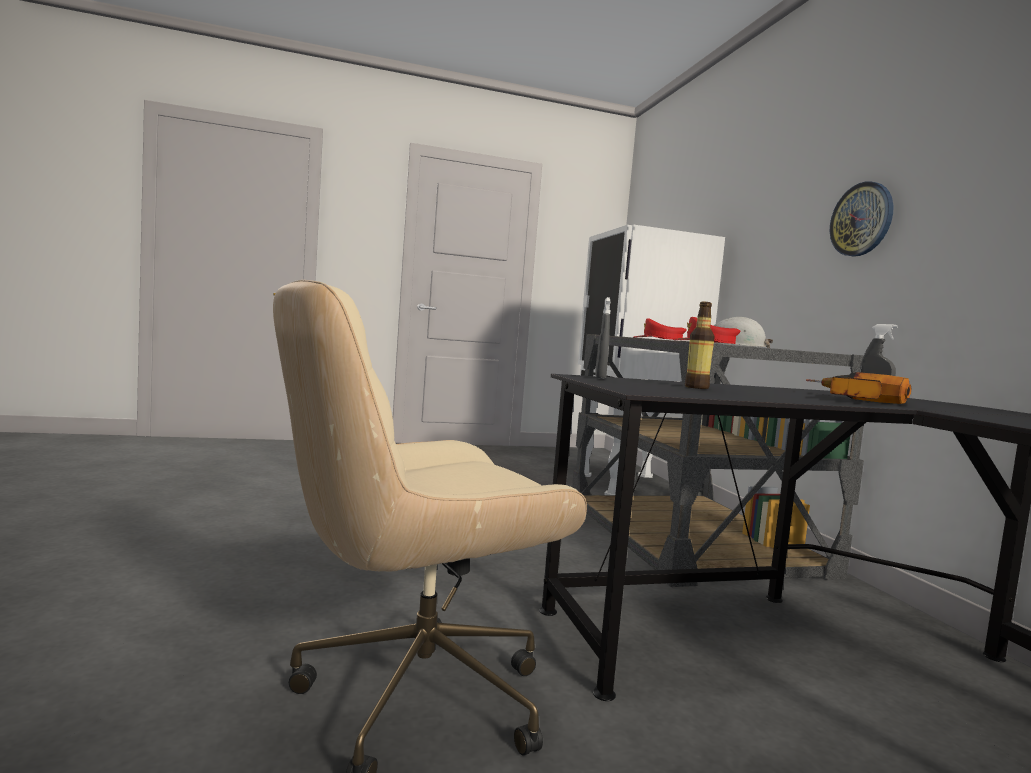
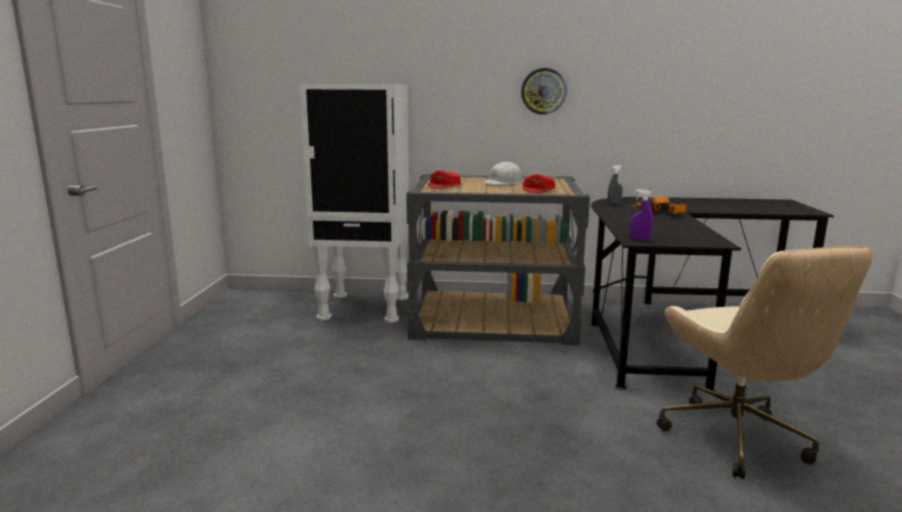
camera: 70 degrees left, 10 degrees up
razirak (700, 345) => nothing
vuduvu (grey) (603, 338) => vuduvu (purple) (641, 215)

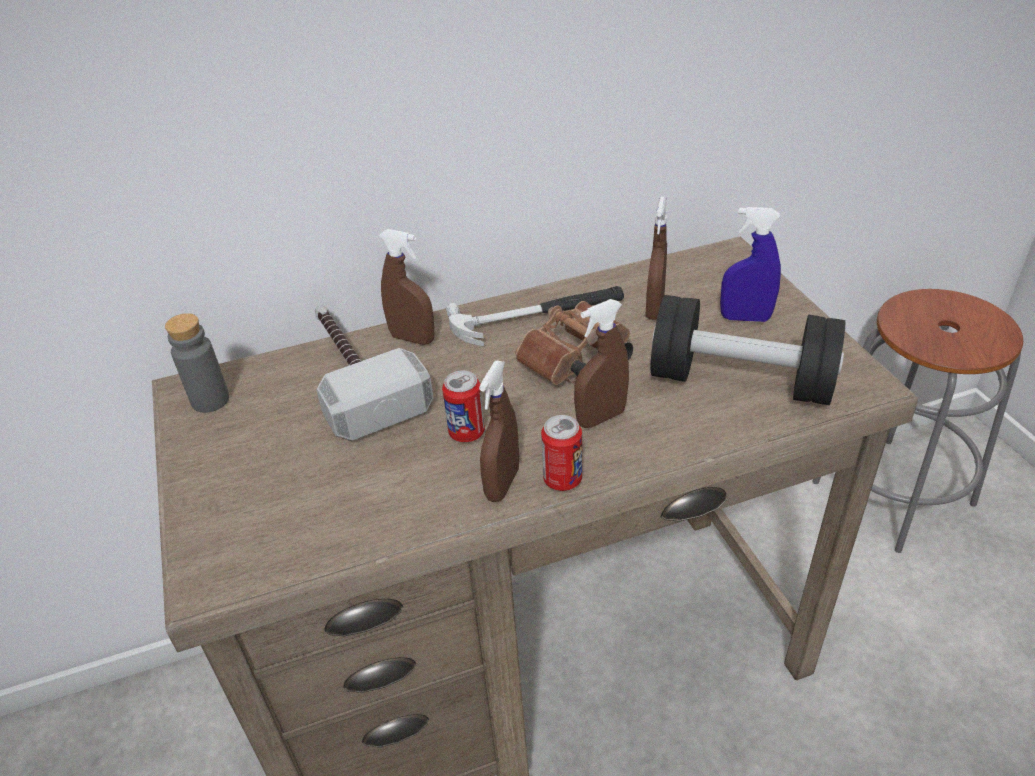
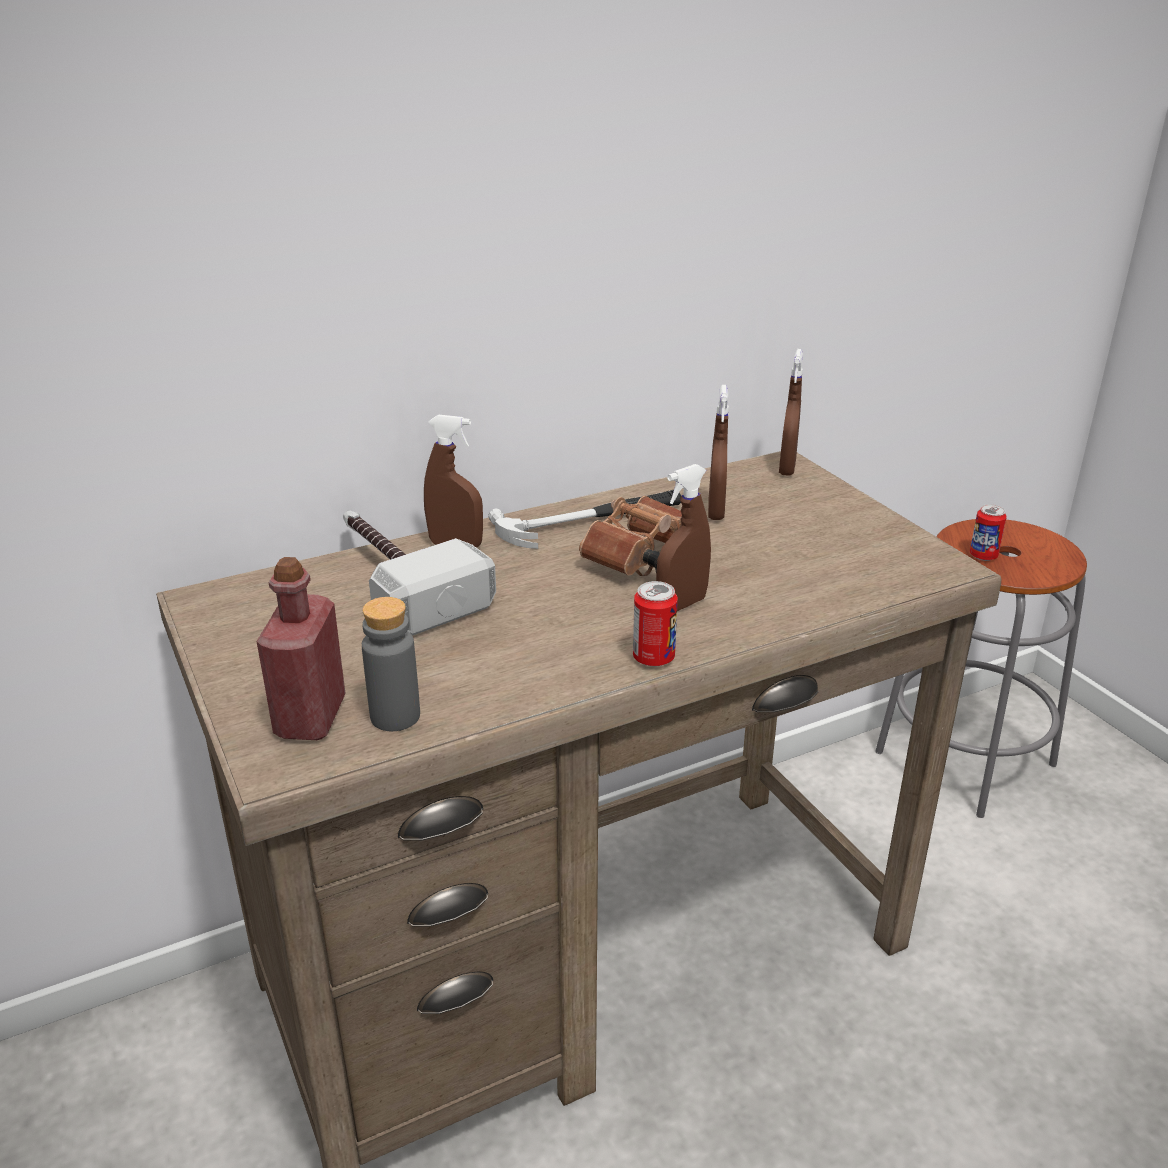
camera: 10 degrees left, 10 degrees down
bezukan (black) (748, 350) => nothing
vuduvu (blue) (750, 264) => nothing
nothing => razirak (red) (301, 648)
razirak (grey) (197, 363) => razirak (grey) (391, 664), moved
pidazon (463, 406) => pidazon (988, 532), moved
vuduvu (brown) (499, 431) => vuduvu (brown) (791, 412), moved

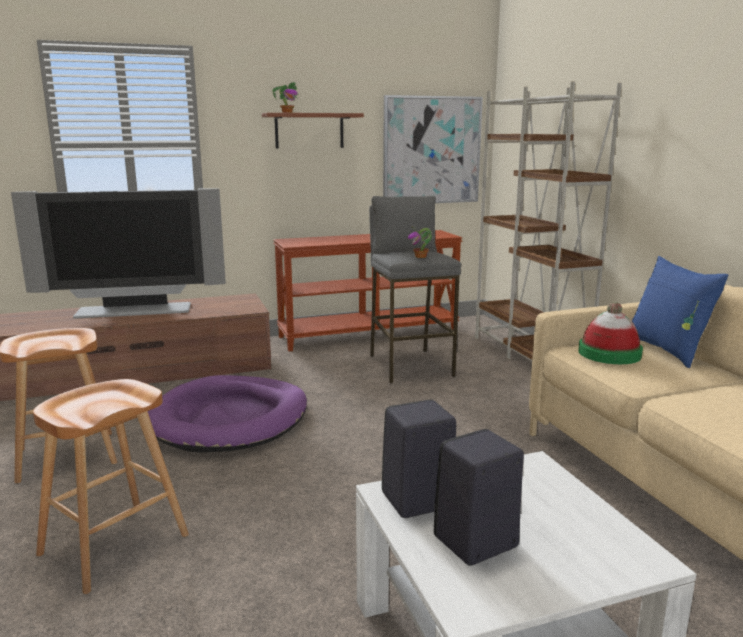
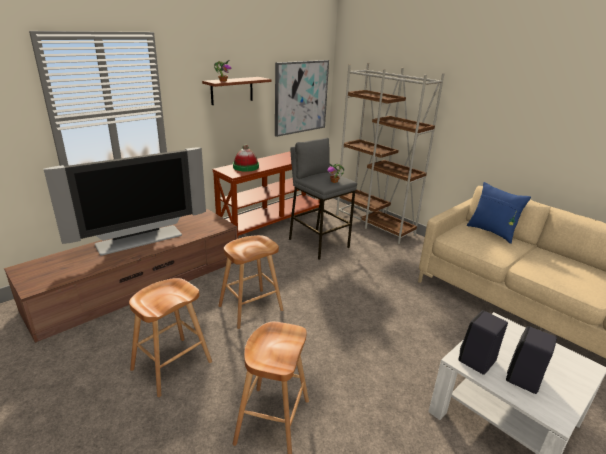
camera: 25 degrees left, 10 degrees up
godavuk (610, 333) => godavuk (246, 158), moved
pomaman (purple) (227, 414) => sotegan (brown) (250, 282)

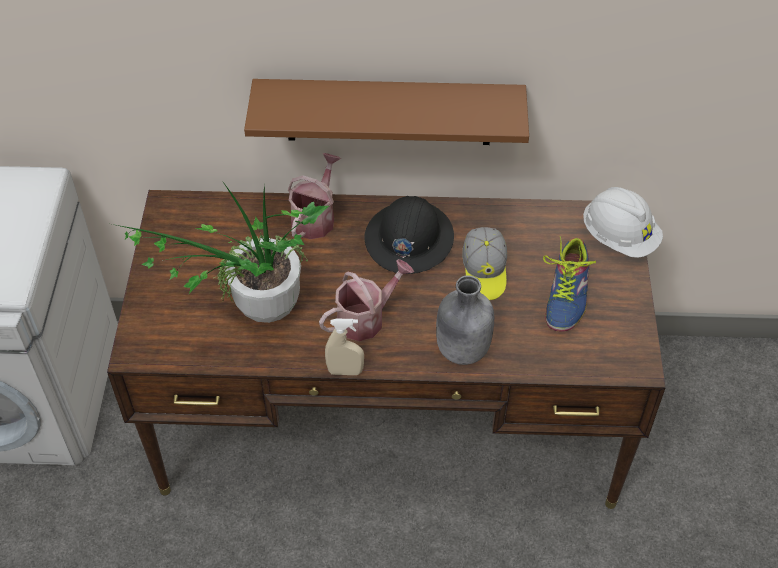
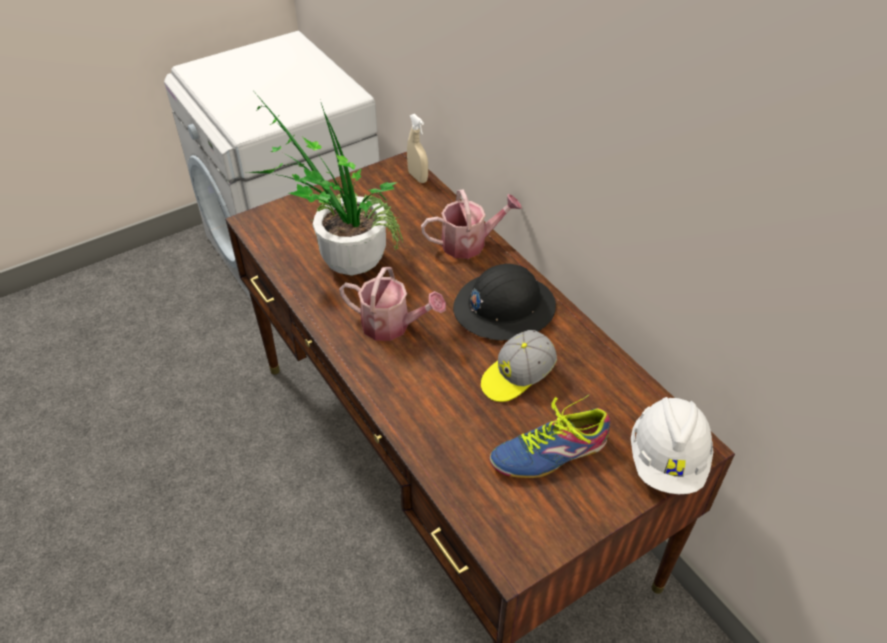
camera: 55 degrees right, 5 degrees down
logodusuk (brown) (386, 112) => nothing
razirak (grey) (465, 320) => nothing
vuduvu (beige) (344, 347) => vuduvu (beige) (417, 148), moved

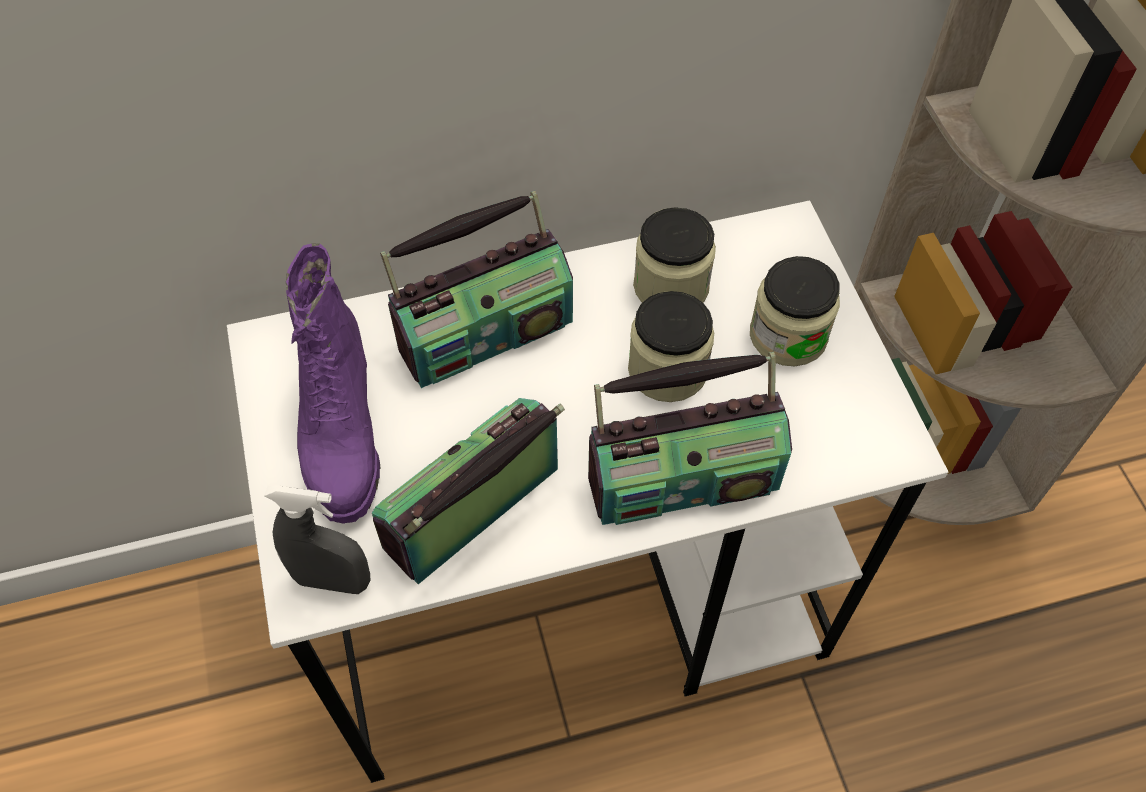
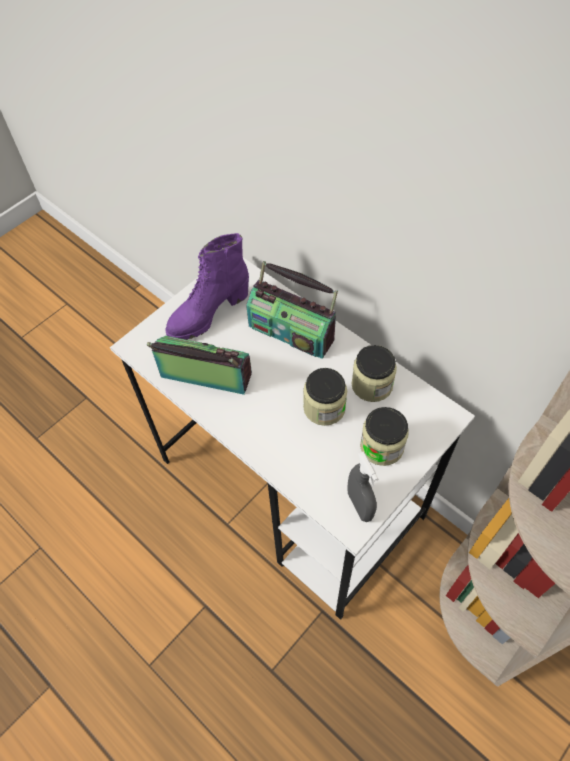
camera: 60 degrees right, 0 degrees up
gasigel (690, 438) => nothing
vuduvu (grey) (317, 539) => vuduvu (grey) (362, 487), moved

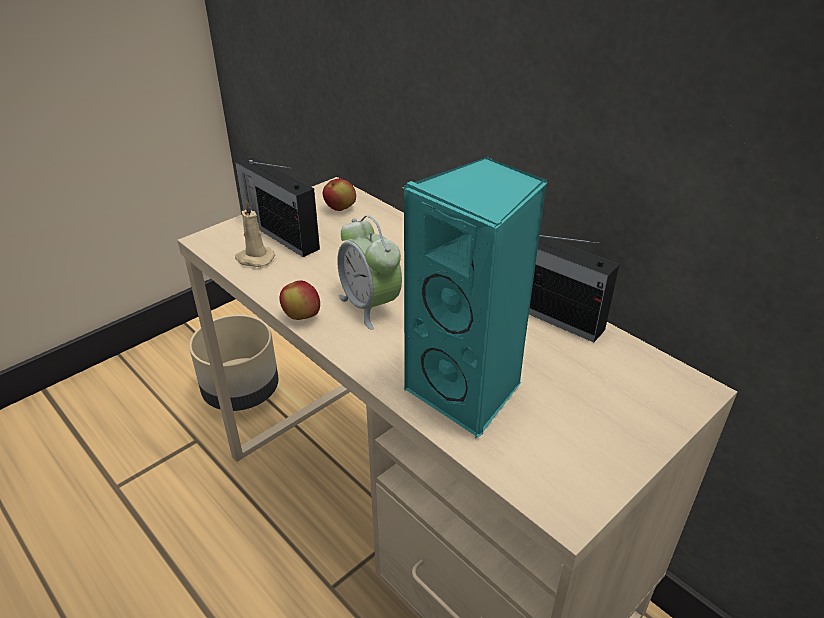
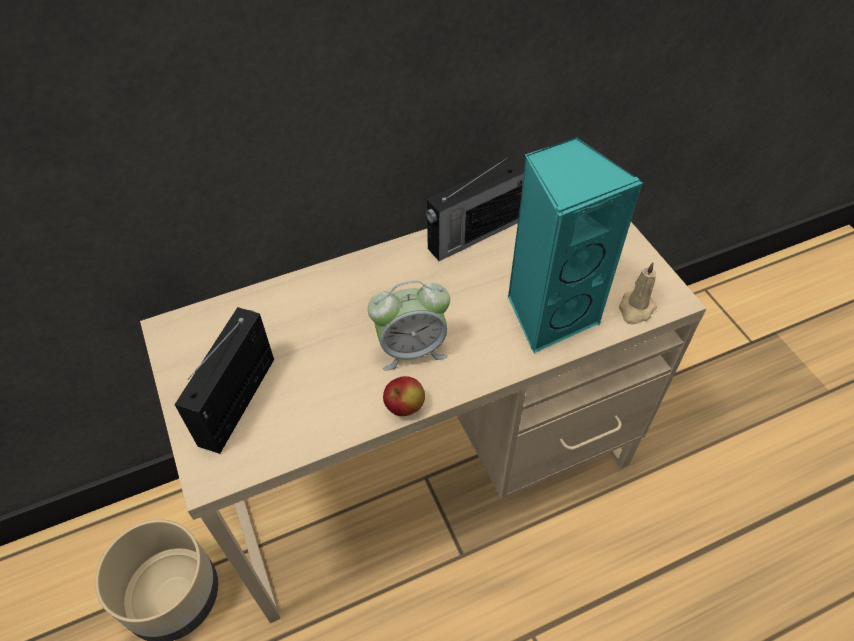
camera: 70 degrees left, 15 degrees up
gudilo (339, 195) => nothing
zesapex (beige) (255, 233) => zesapex (beige) (638, 293), moved
gasigel (277, 206) => gasigel (224, 380), 135 degrees clockwise

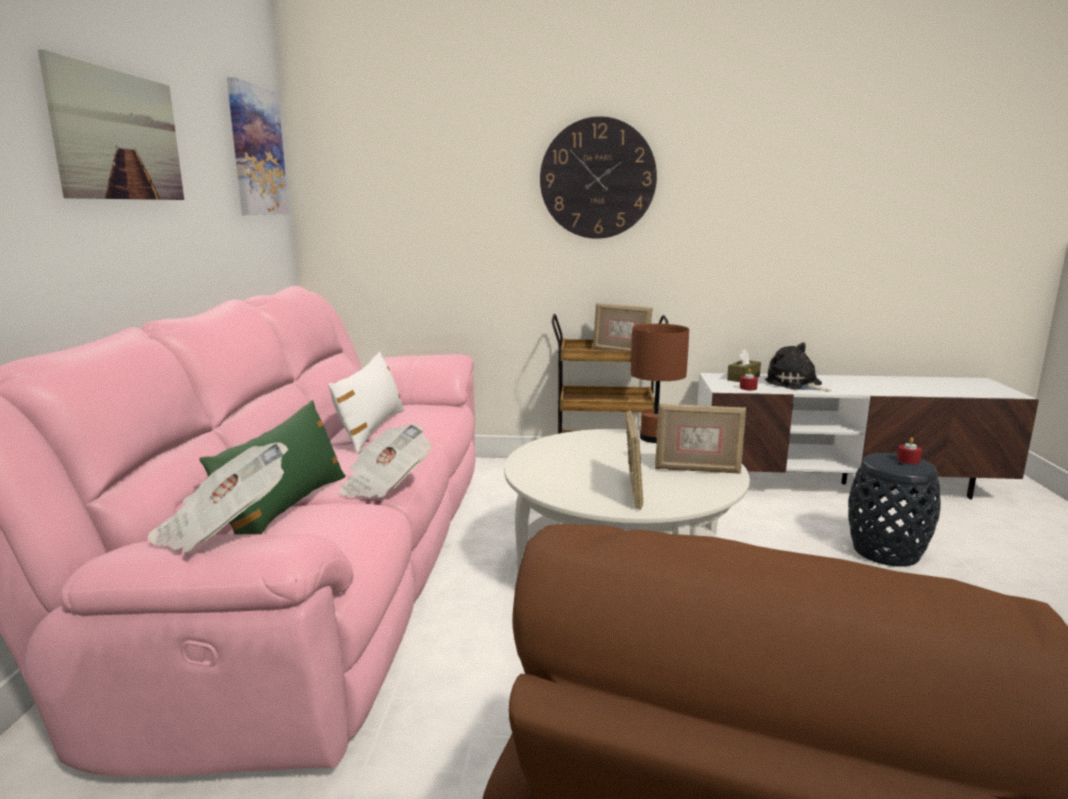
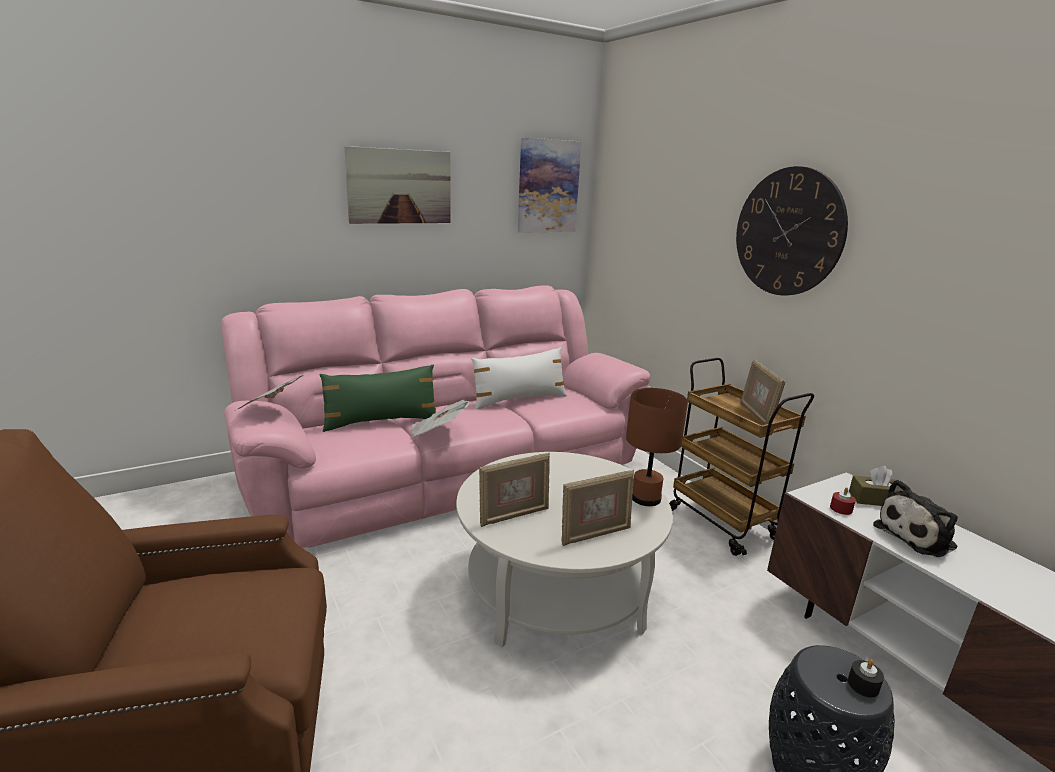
camera: 55 degrees right, 5 degrees up
zesapex (red) (909, 450) => zesapex (black) (866, 678)
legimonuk (700, 438) => legimonuk (597, 508), 90 degrees counterclockwise
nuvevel (798, 367) => nuvevel (915, 518), 135 degrees counterclockwise

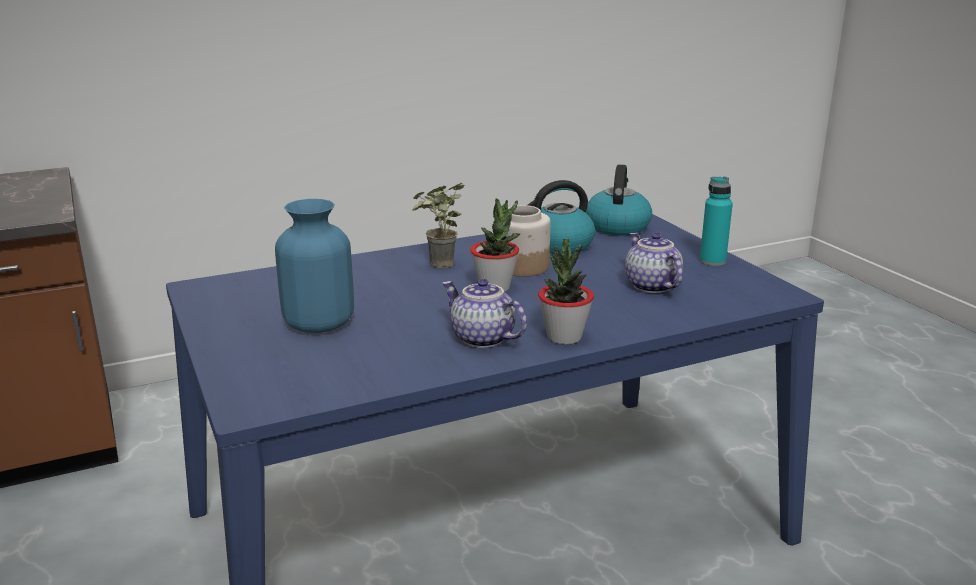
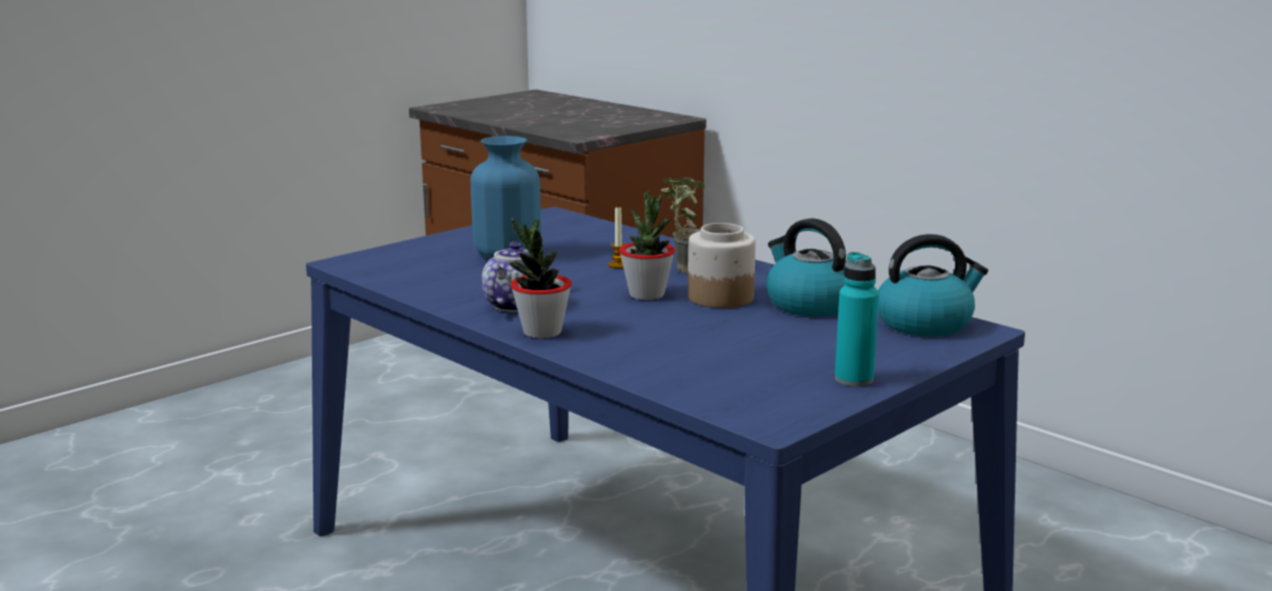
camera: 70 degrees right, 5 degrees down
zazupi (654, 263) => nothing
nothing => zesapex (616, 237)

